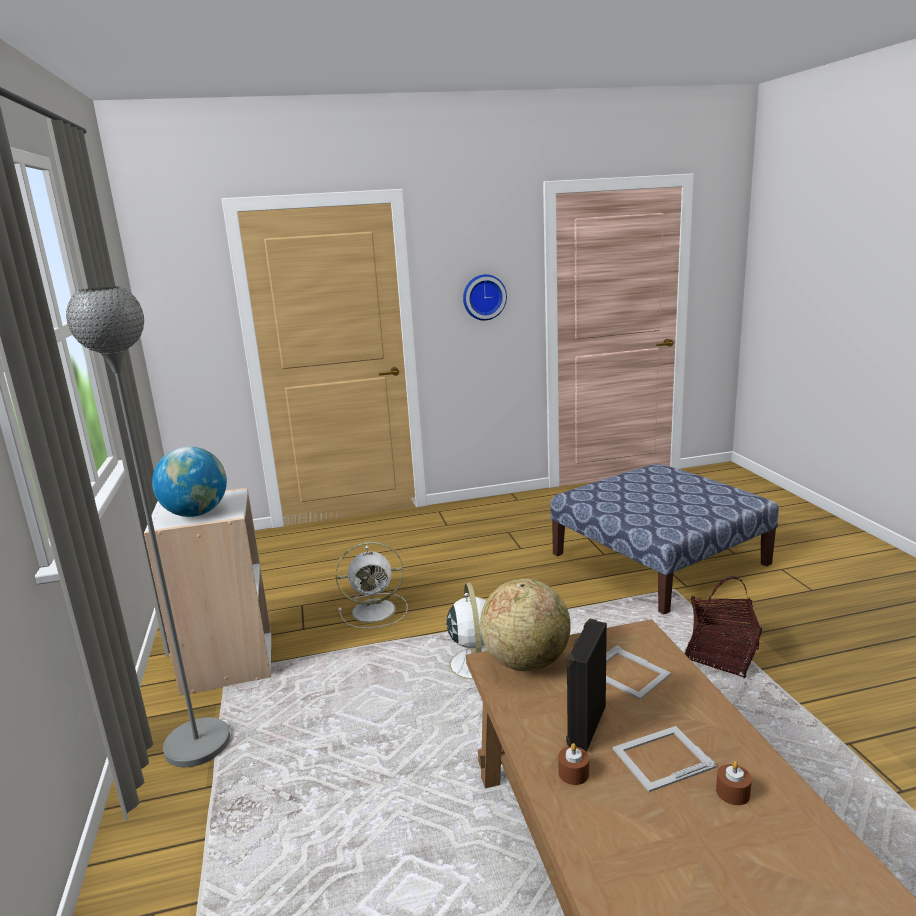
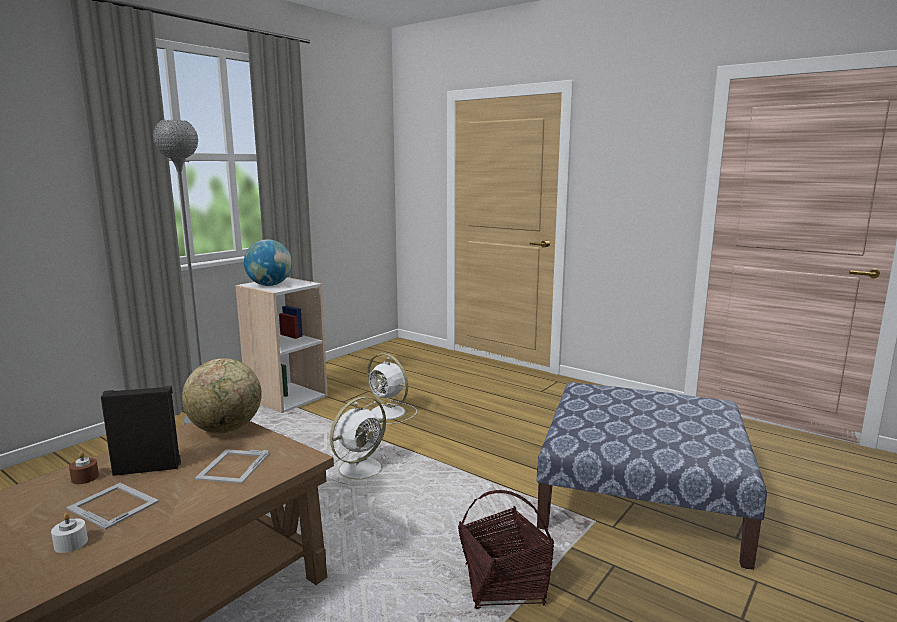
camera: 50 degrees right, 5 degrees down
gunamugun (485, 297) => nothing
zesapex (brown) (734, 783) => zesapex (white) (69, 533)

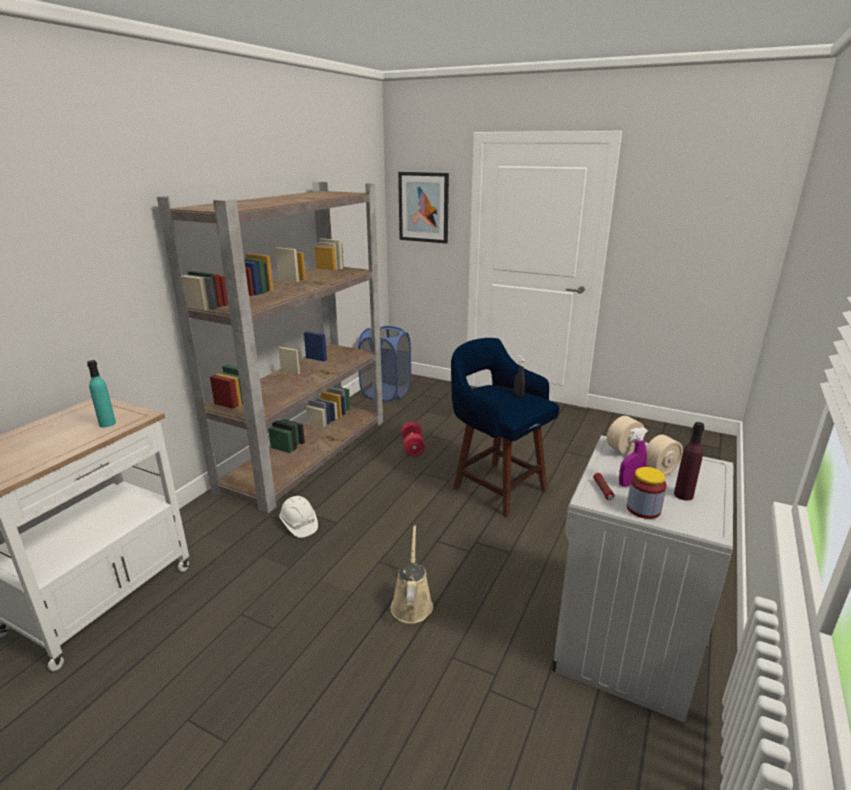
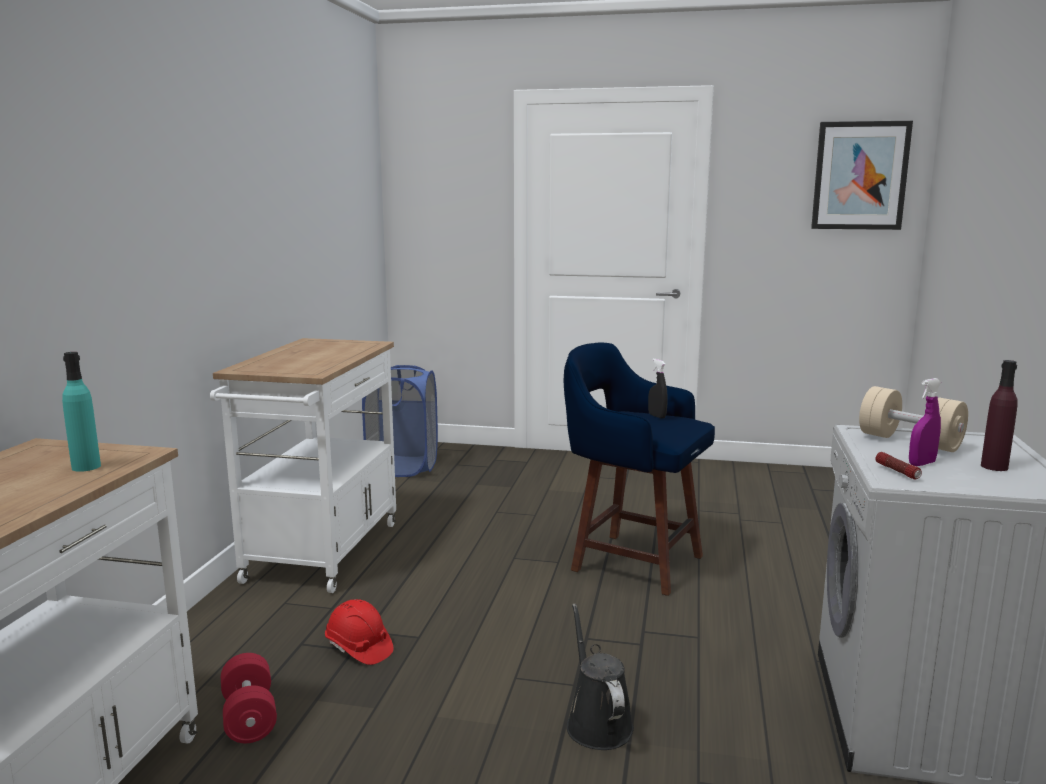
camera: 15 degrees left, 10 degrees down
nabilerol (647, 493) => nothing
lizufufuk (423, 208) => lizufufuk (862, 175), moved
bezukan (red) (413, 438) => bezukan (red) (249, 698), moved
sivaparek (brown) (270, 347) => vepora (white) (303, 465)
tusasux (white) (298, 517) => tusasux (red) (359, 632)
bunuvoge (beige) (412, 574) => bunuvoge (black) (600, 677)

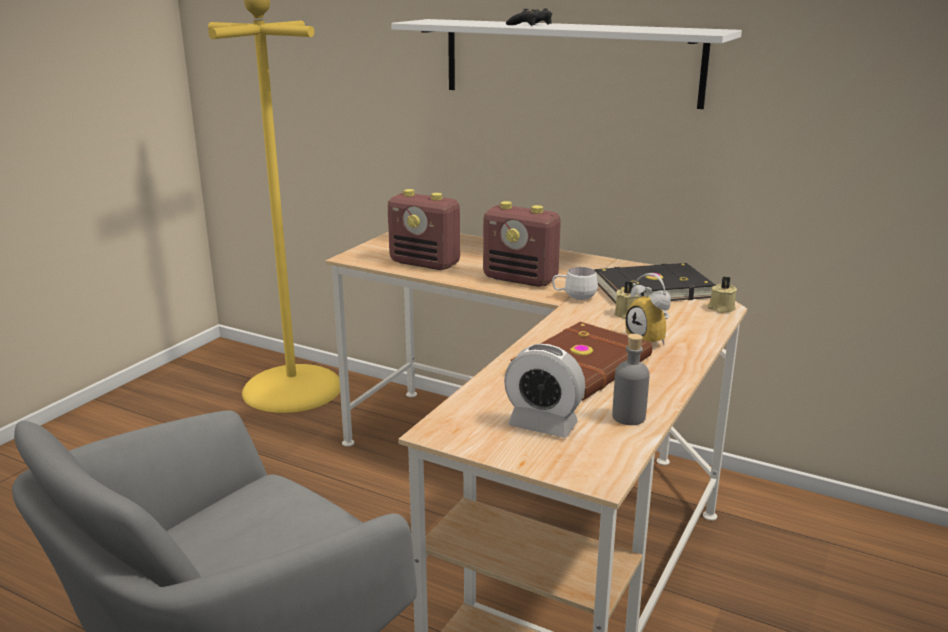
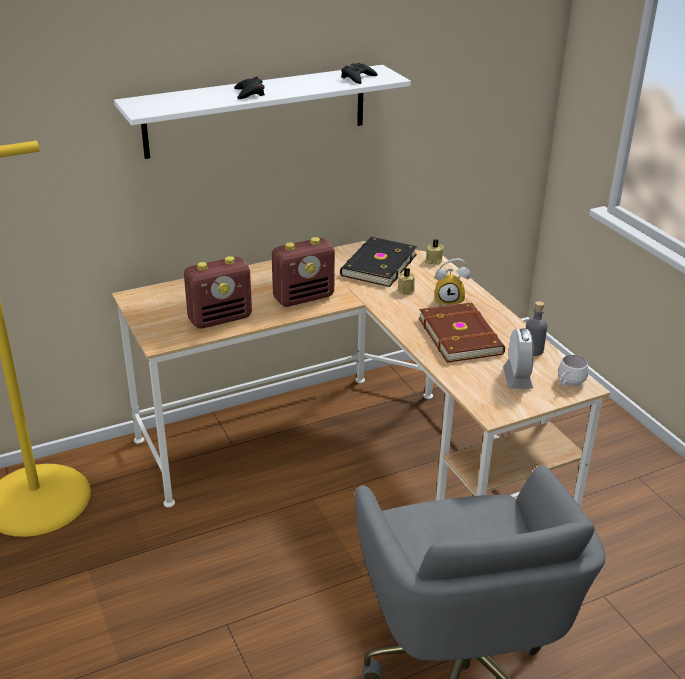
camera: 55 degrees left, 10 degrees up
nothing => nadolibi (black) (359, 73)
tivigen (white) (575, 283) => tivigen (white) (573, 370), moved
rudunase (544, 391) => rudunase (518, 358), 60 degrees counterclockwise

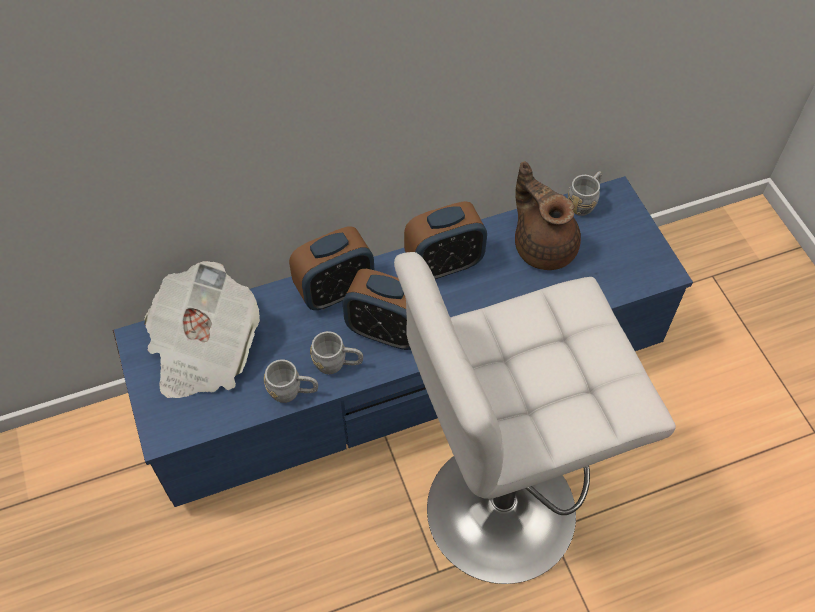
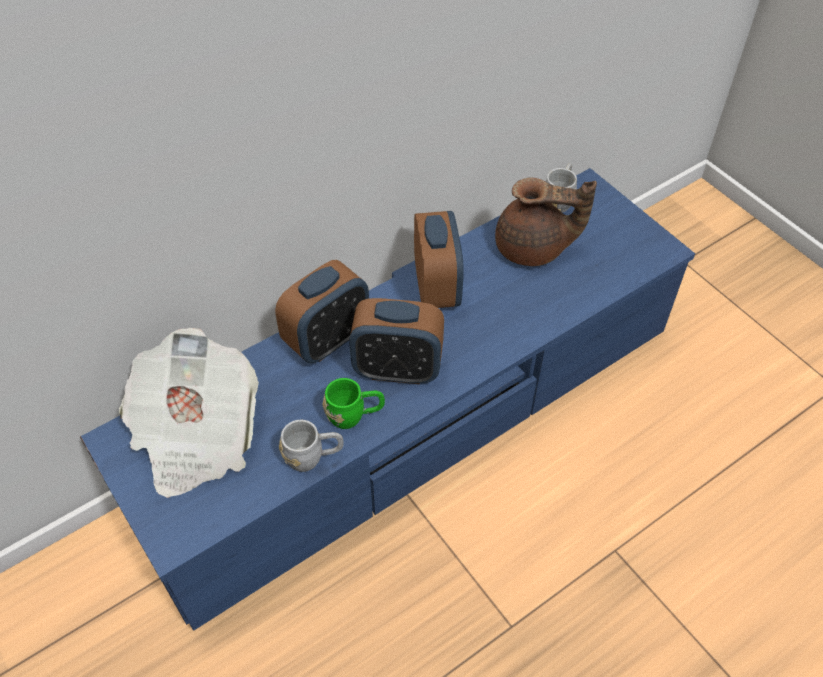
camera: 15 degrees left, 5 degrees down
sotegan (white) (535, 418) => nothing
tivigen (grey) (336, 352) => tivigen (green) (354, 403)
rudunase (445, 240) => rudunase (439, 259), 60 degrees counterclockwise
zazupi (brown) (548, 215) => zazupi (brown) (546, 221), 150 degrees clockwise

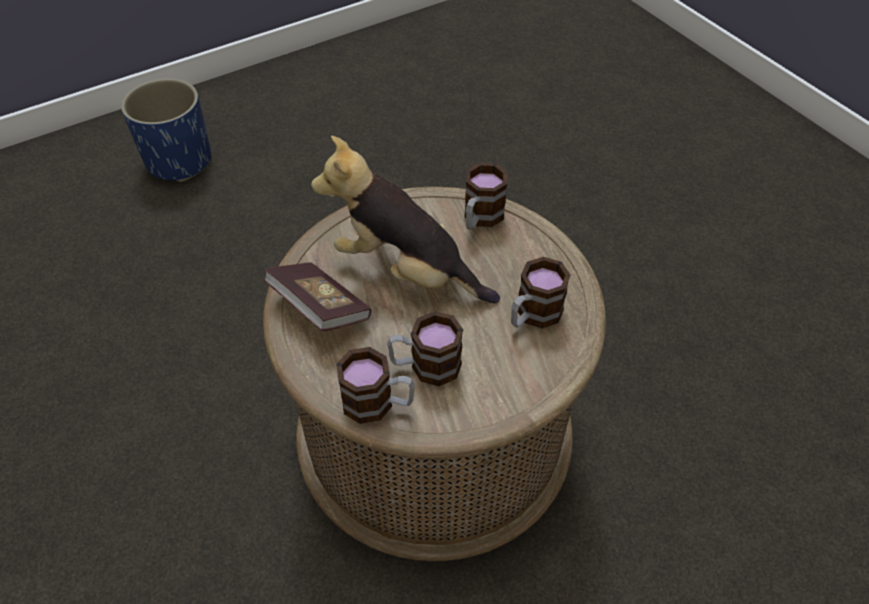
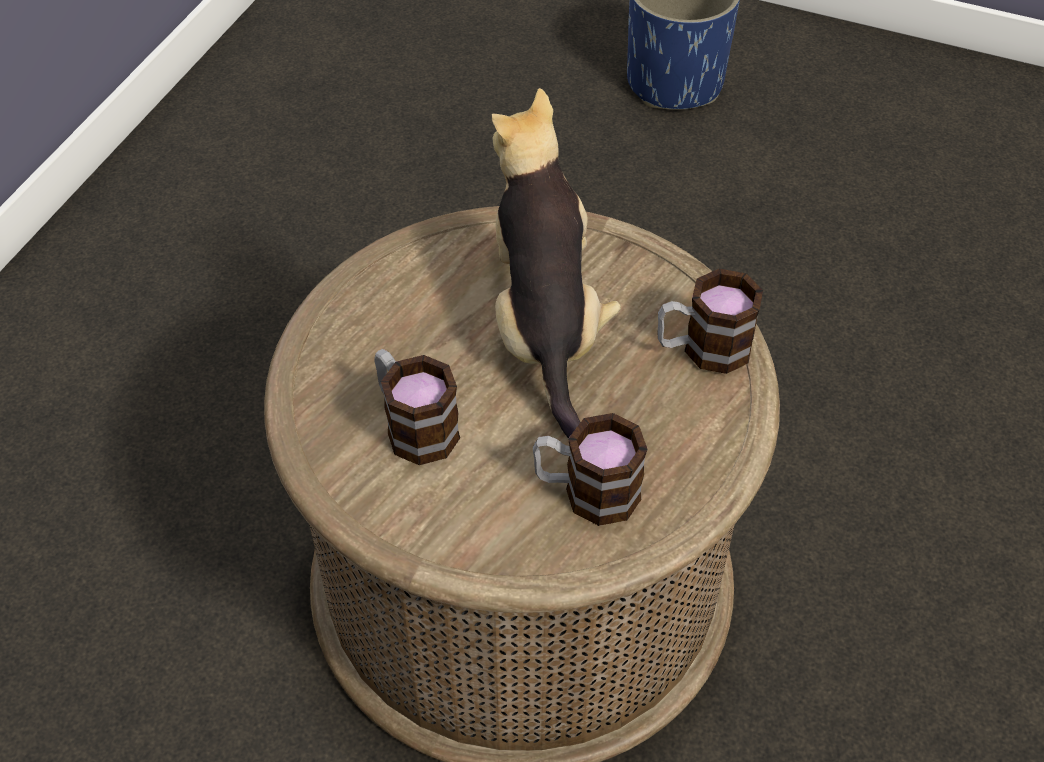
camera: 55 degrees right, 0 degrees up
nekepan (317, 297) => nothing
tivigen (375, 385) => nothing

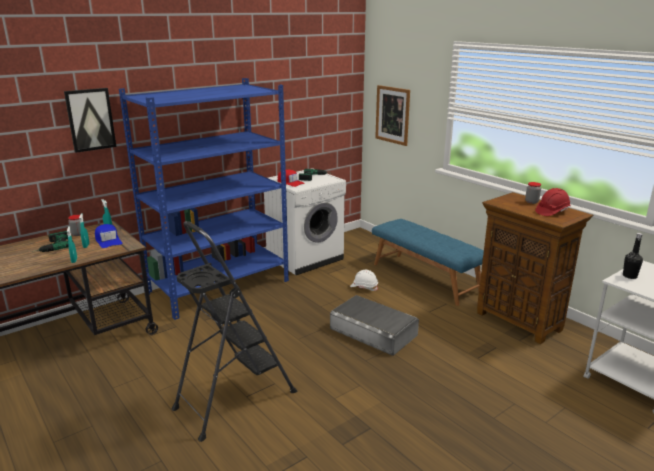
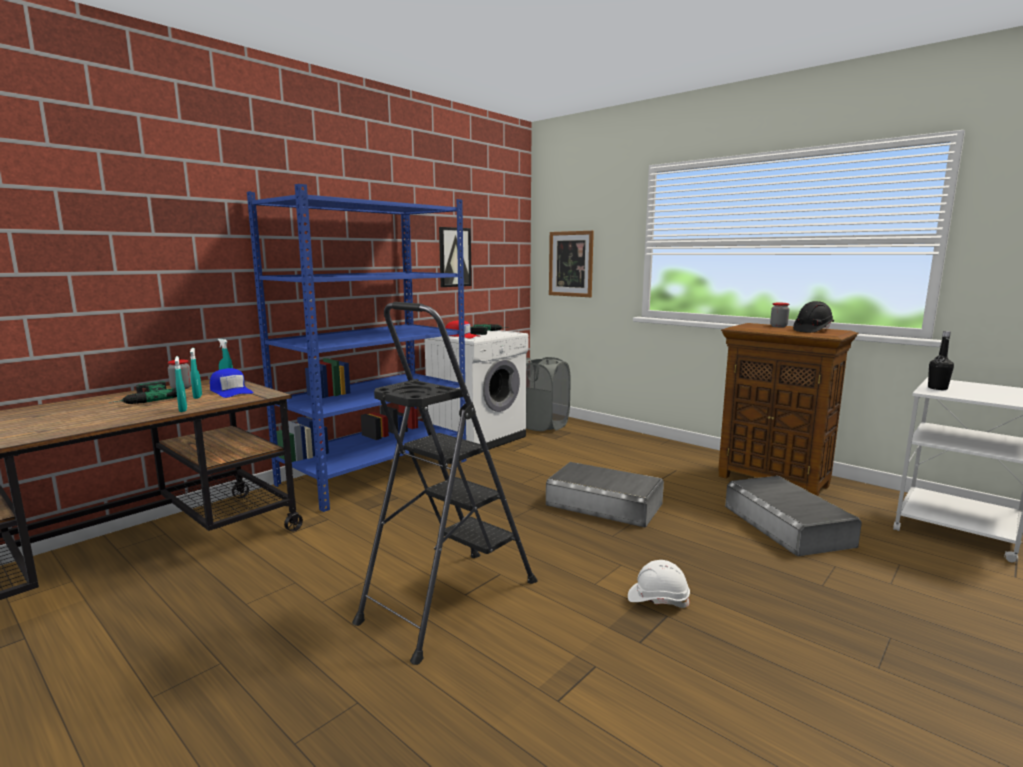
camera: 10 degrees left, 10 degrees down
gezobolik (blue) (428, 262) => nothing
nothing => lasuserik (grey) (548, 394)
nothing => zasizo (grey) (793, 516)
lizufufuk (90, 120) => lizufufuk (455, 257), moved
tusasux (white) (364, 280) => tusasux (white) (659, 584), moved
tusasux (red) (553, 202) => tusasux (black) (813, 317)

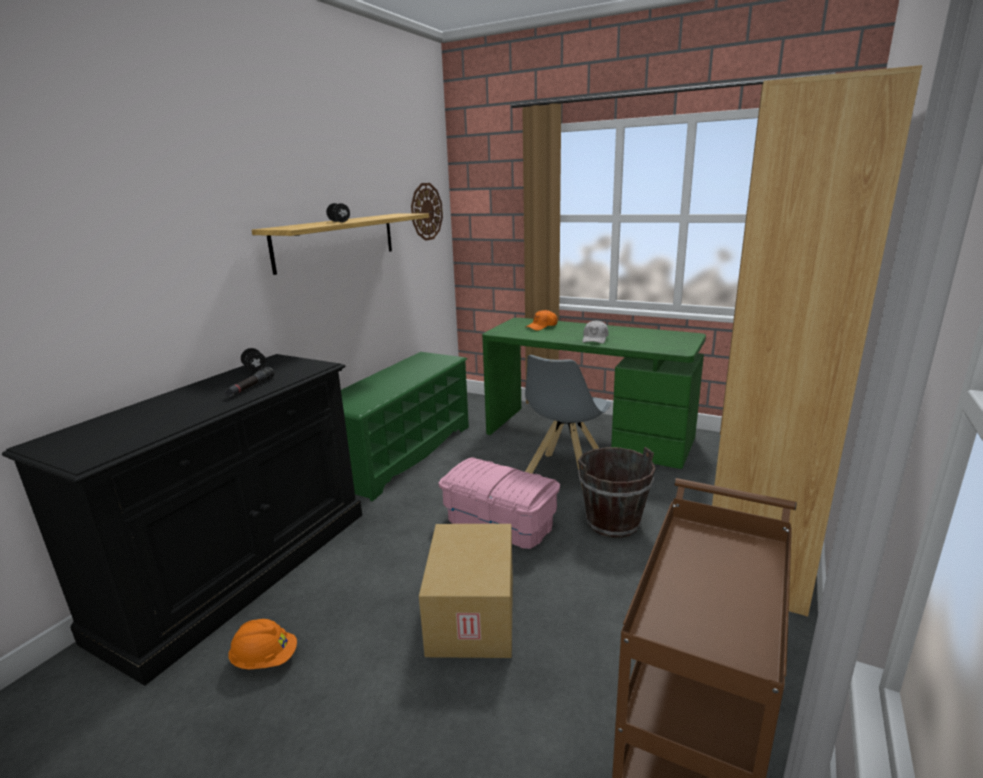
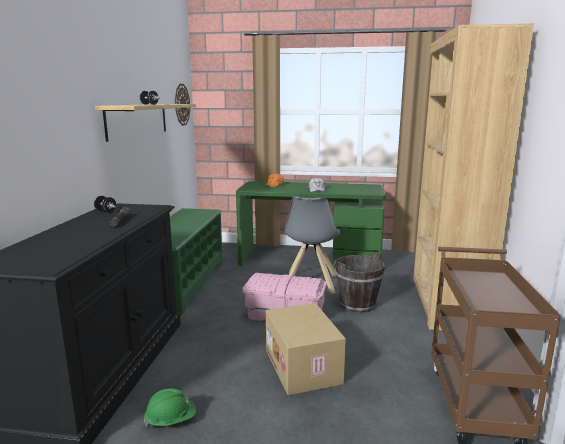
camera: 20 degrees left, 5 degrees down
tusasux (orange) (262, 644) => tusasux (green) (170, 407)

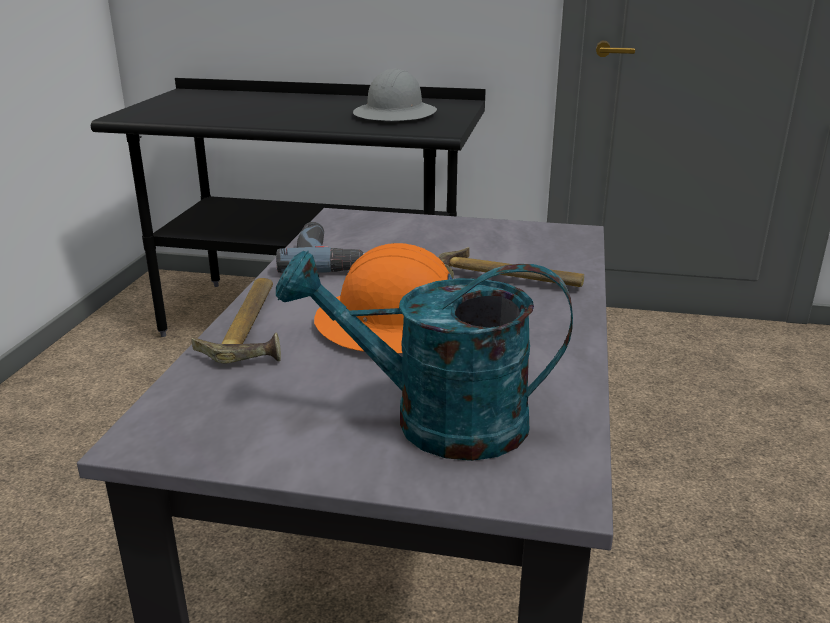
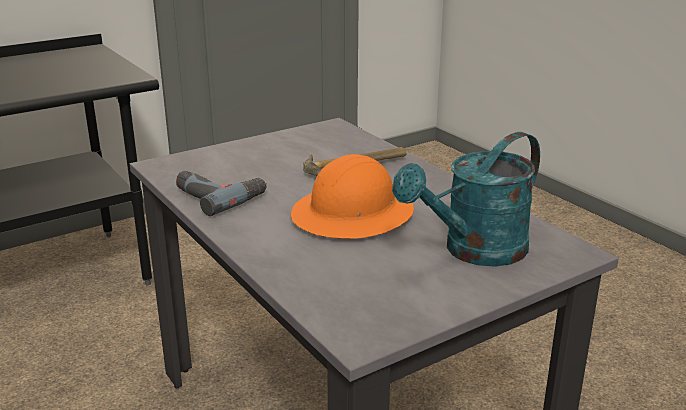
camera: 45 degrees left, 0 degrees up
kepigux (236, 321) => nothing
tusasux (grey) (395, 95) => nothing

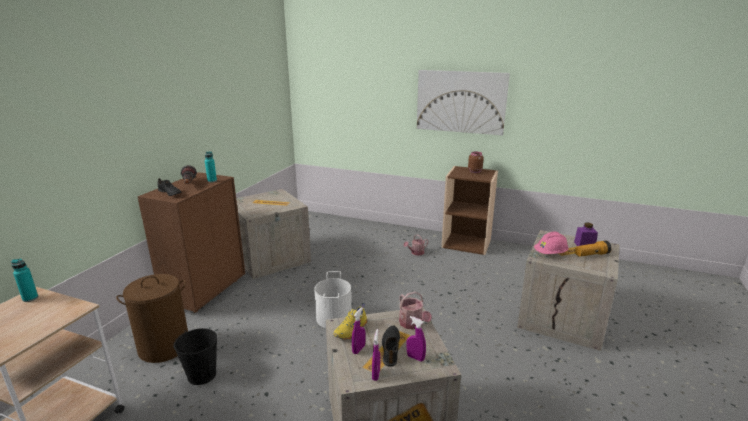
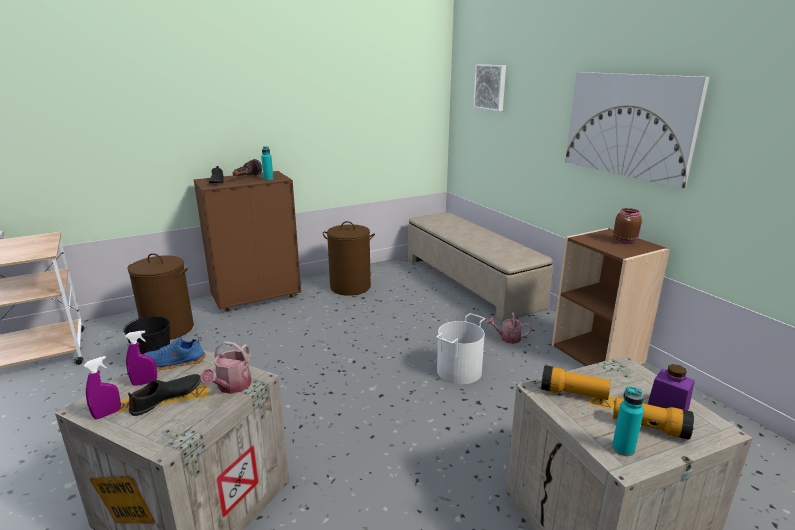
camera: 40 degrees right, 0 degrees up
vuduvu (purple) (416, 339) => nothing
nothing => gezobolik (beige) (480, 267)
nothing => lizufufuk (489, 88)
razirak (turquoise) (24, 280) => razirak (turquoise) (628, 421), moved
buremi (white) (332, 299) => buremi (white) (461, 348), moved
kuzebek (273, 234) => lasuserik (brown) (349, 258)
tusasux (pink) (551, 243) => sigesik (575, 382)
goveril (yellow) (350, 322) => goveril (blue) (175, 353)

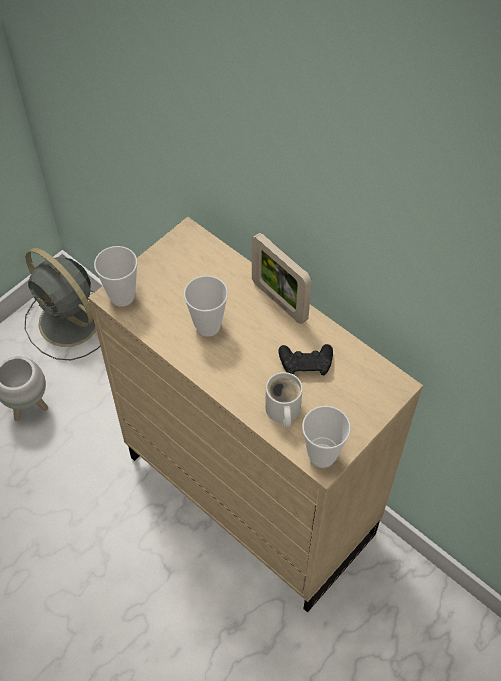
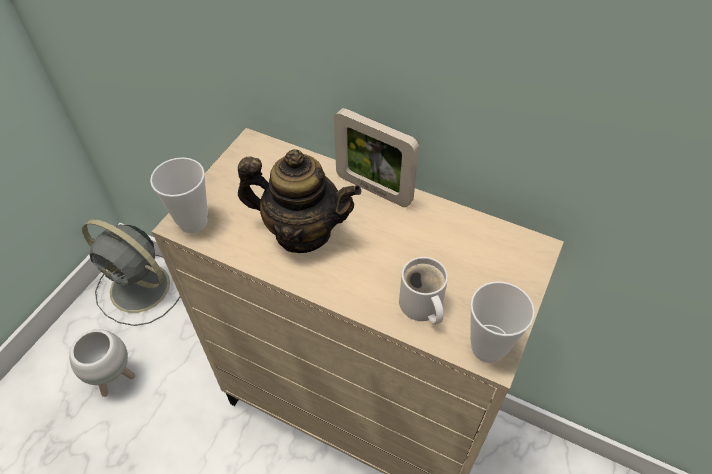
camera: 15 degrees left, 5 degrees down
nadolibi (black) (306, 359) => nothing
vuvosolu (206, 306) => zazupi (299, 201)

